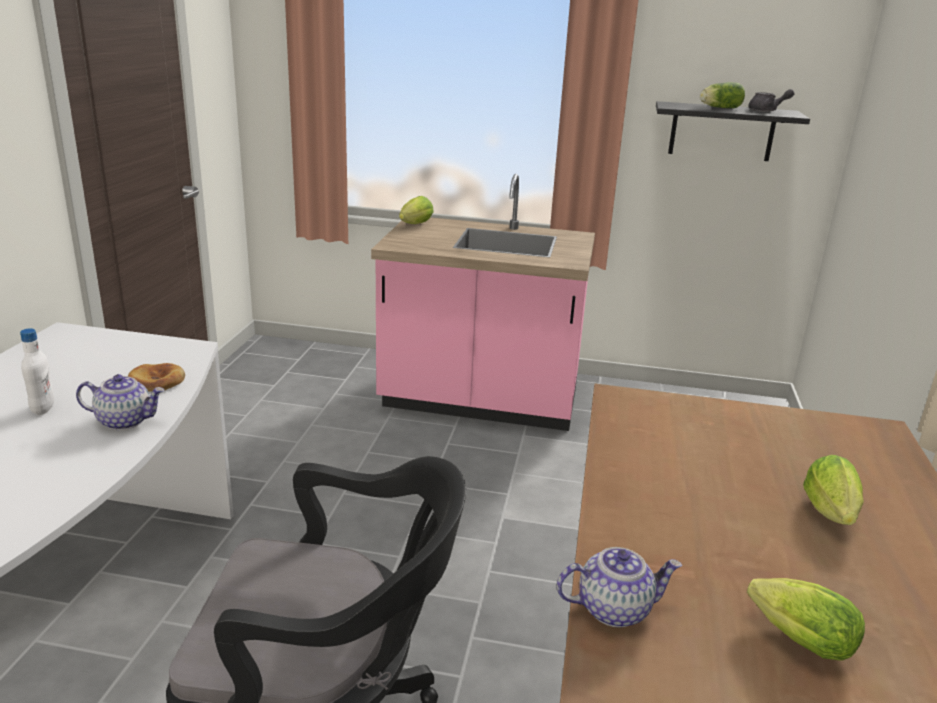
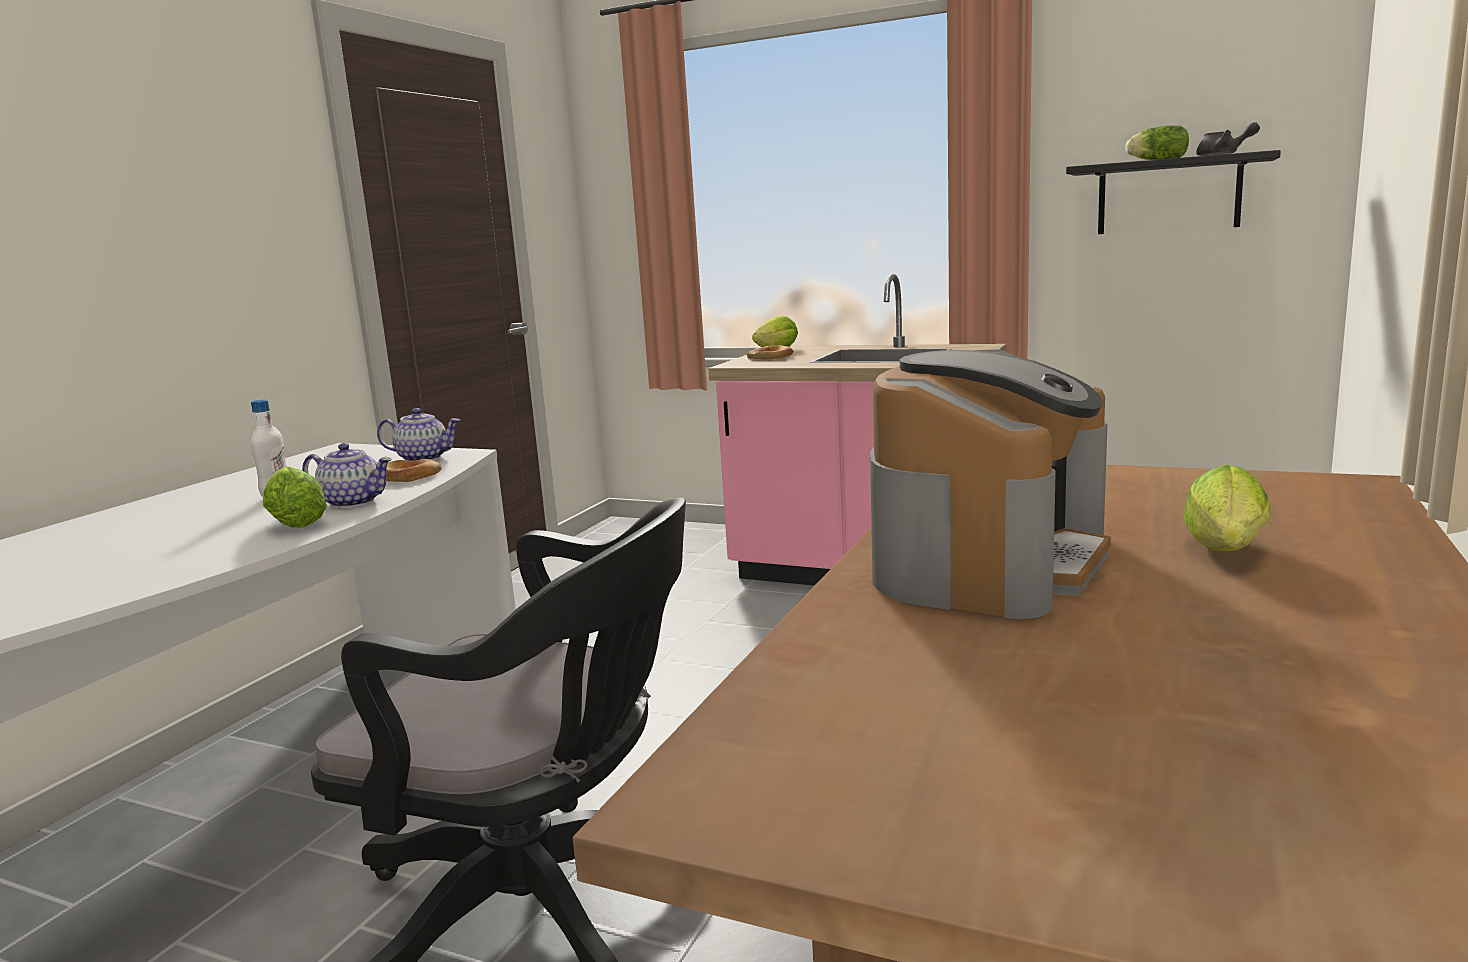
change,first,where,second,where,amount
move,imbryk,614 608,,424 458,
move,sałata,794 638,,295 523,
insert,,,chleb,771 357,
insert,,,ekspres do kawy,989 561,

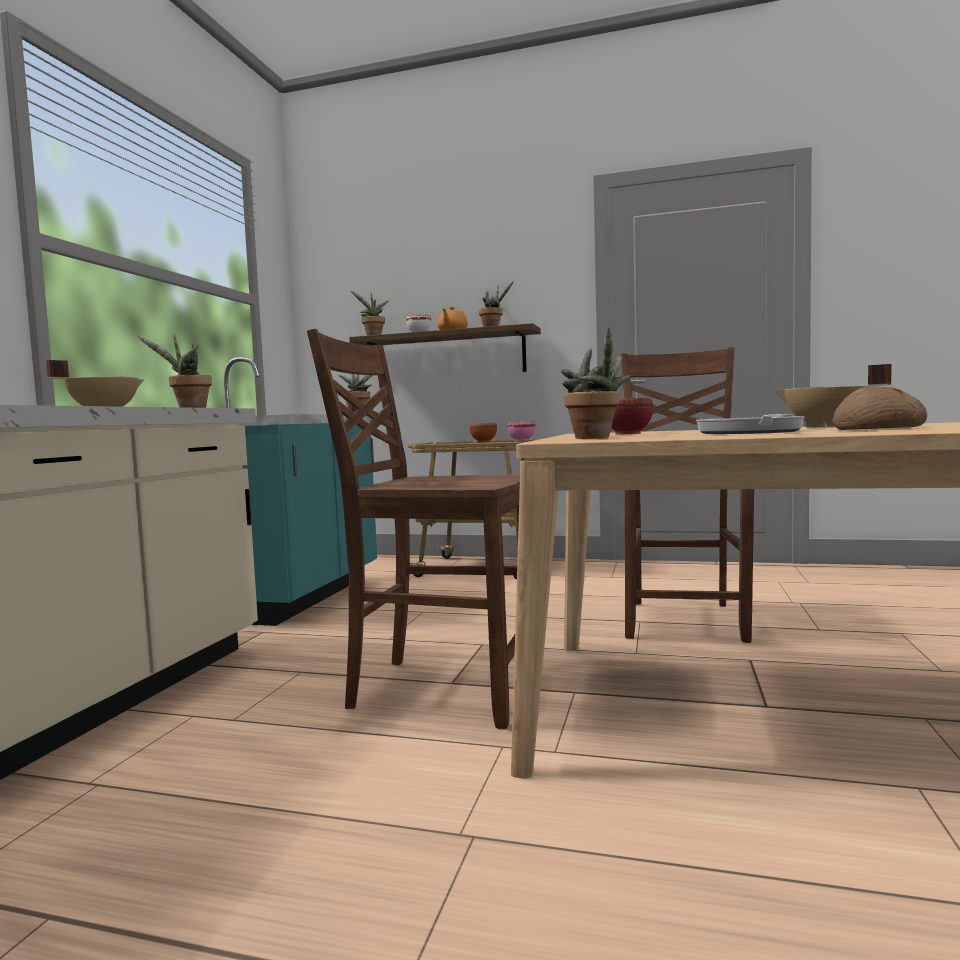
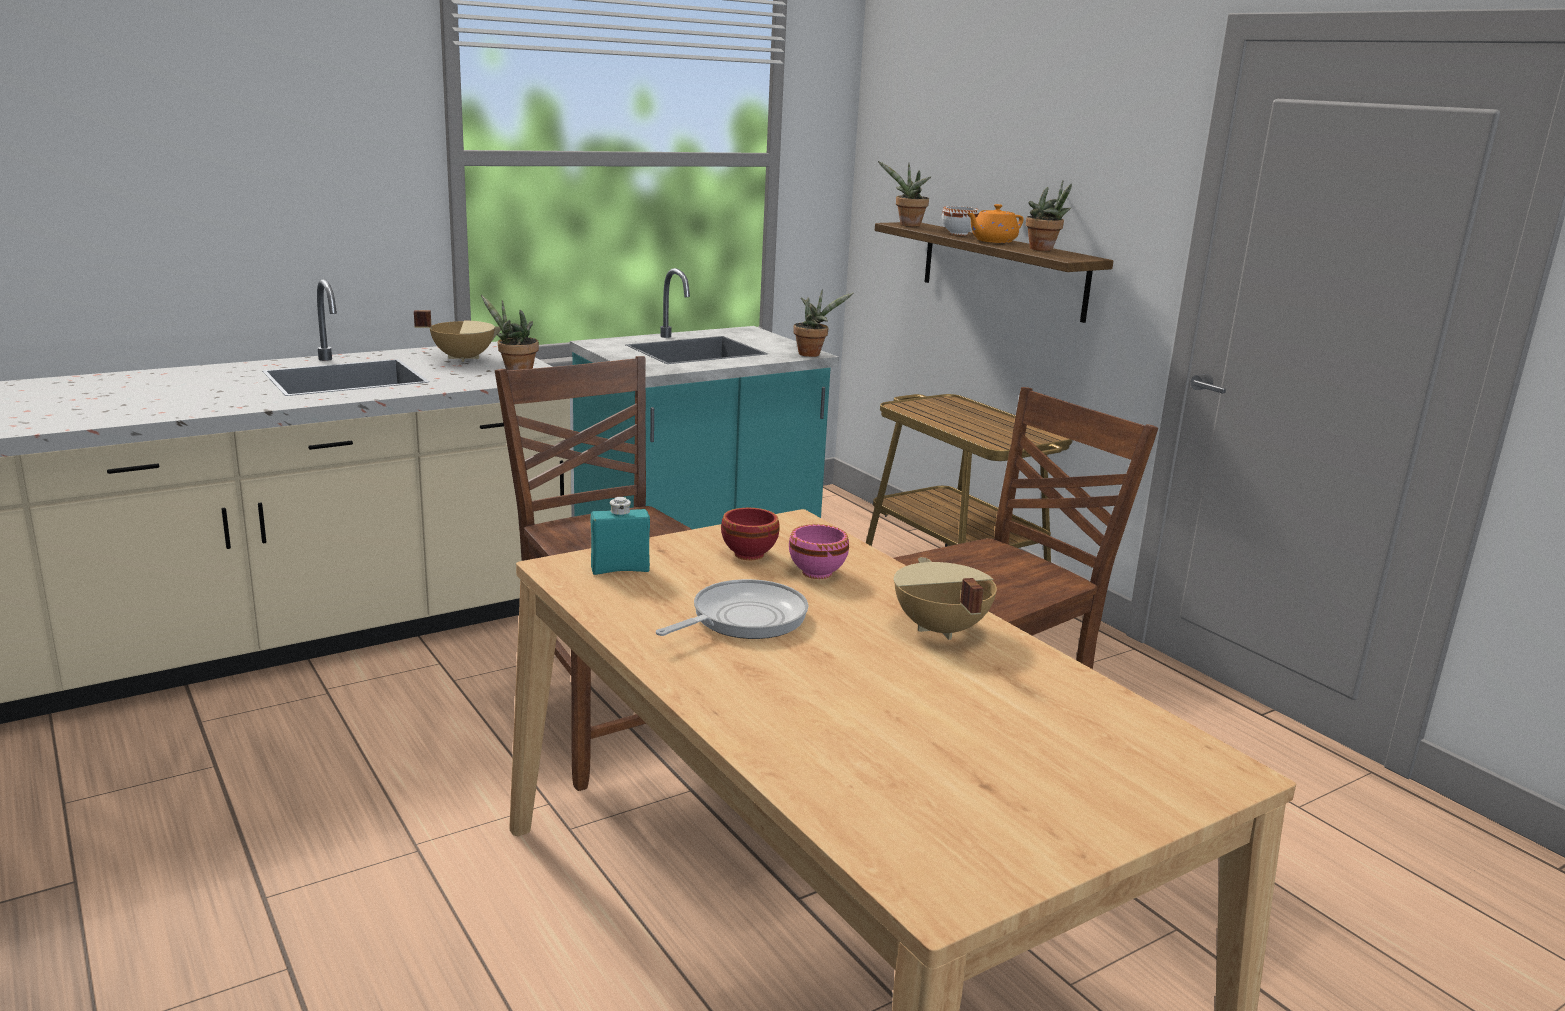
change,first,where,second,where,amount
delete,miska [brązowy],484 442,,,
move,miska [różowy],522 441,,818 573,
replace,roślina doniczkowa,596 438,butelka [turkusowy],620 569,
delete,chleb,878 429,,,

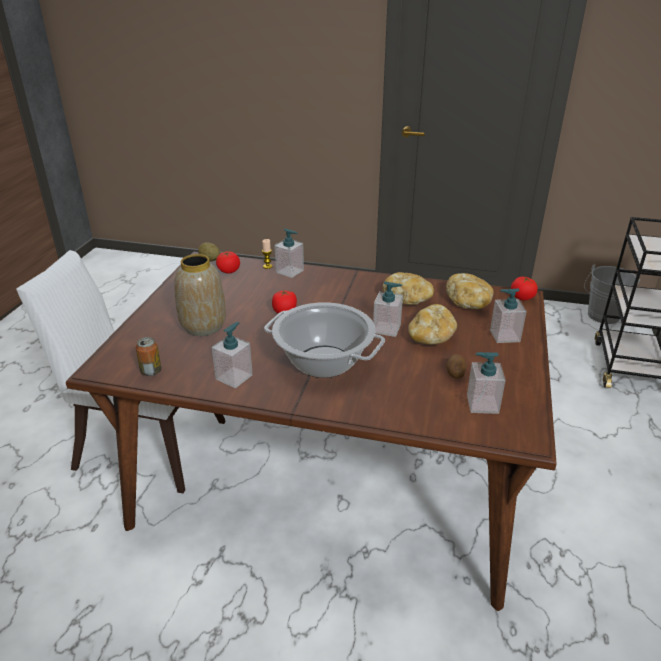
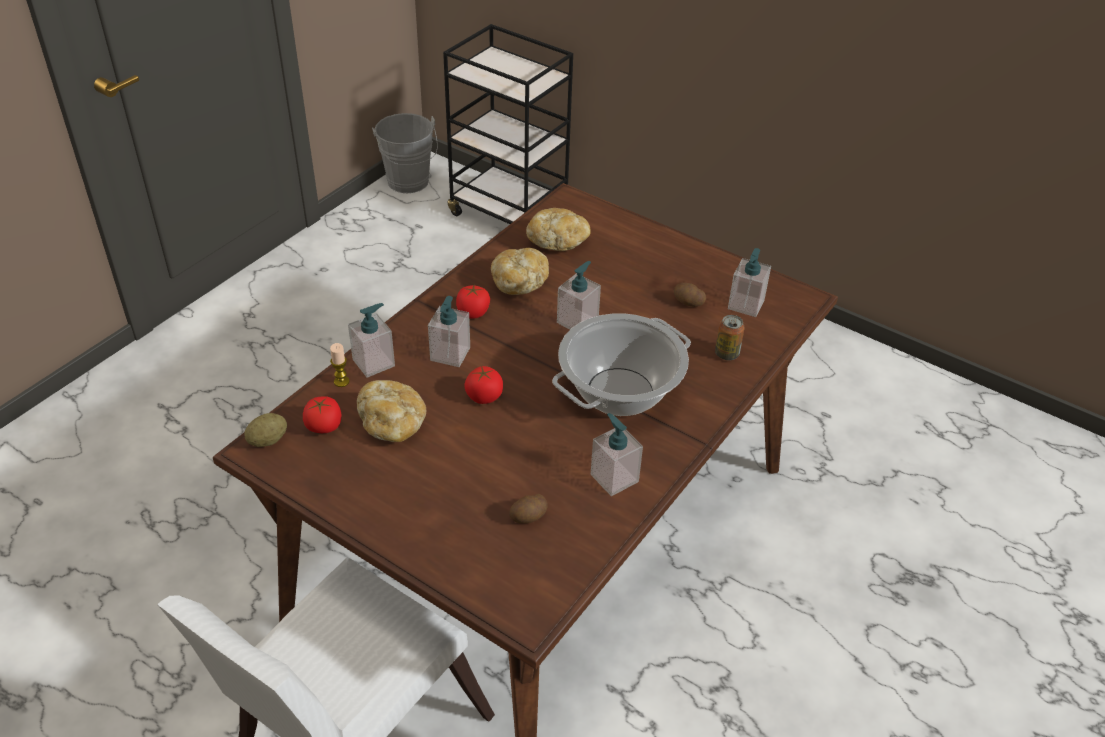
change,first,where,second,where,amount
move,puszka,151 371,,726 354,
delete,wazon,203 326,,,
move,chleb,431 337,,392 424,
move,dozownik mydła,504 336,,450 354,
move,pomidor,522 297,,473 312,
insert,,,ziemniak,529 517,

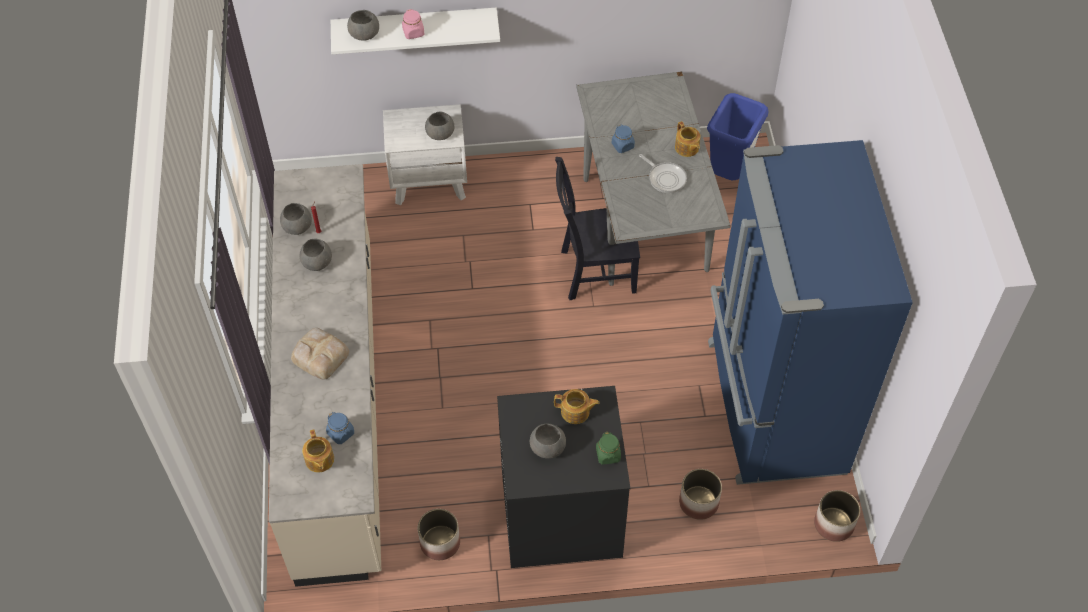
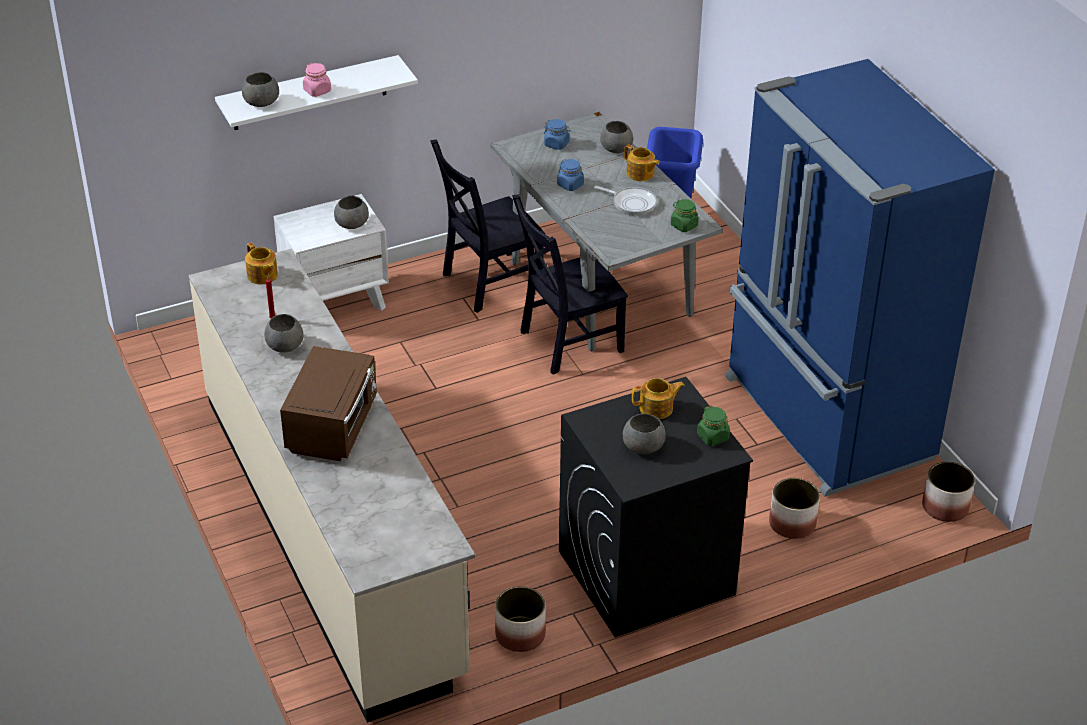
change,first,where,second,where,amount
move,miska [szary],297 227,,616 148,
replace,chleb,320 354,mikrofalówka [brązowy],333 427,
move,imbryk,319 460,,262 275,
move,słoik [niebieski],341 433,,556 144,
insert,,,krzesło [czarny],488 282,
insert,,,słoik [zielony],684 225,

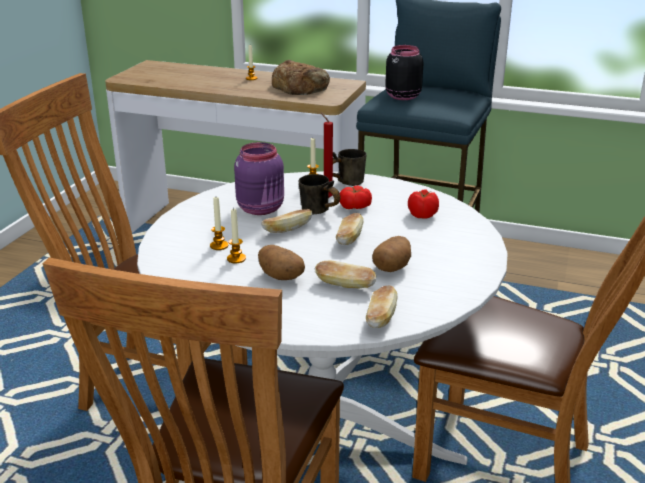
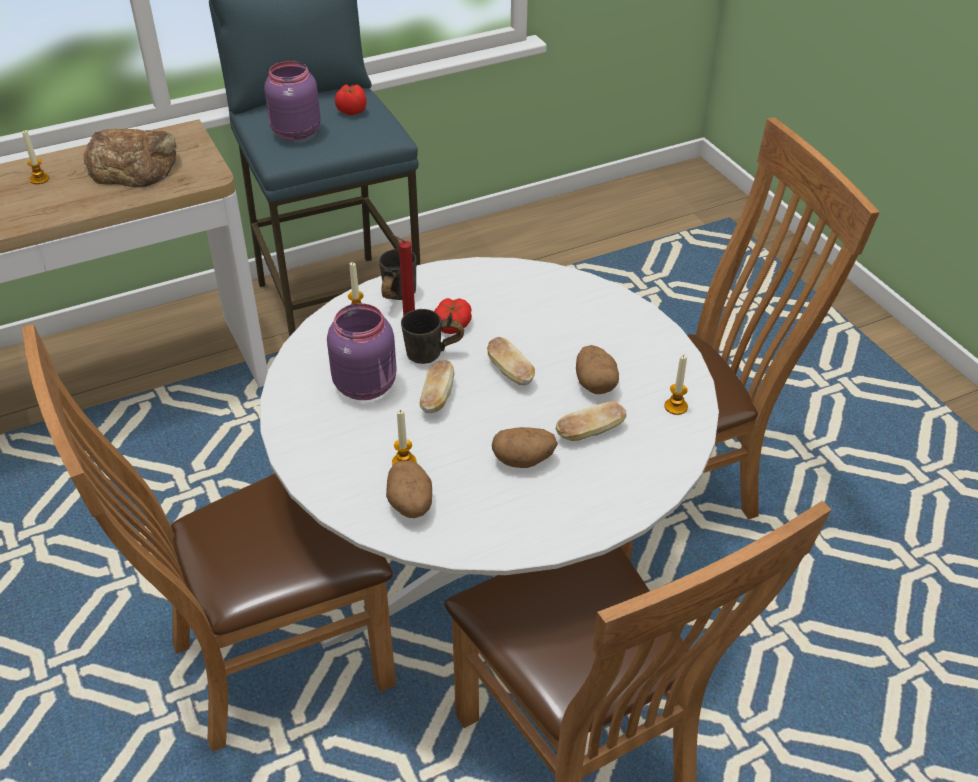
change,first,where,second,where,amount
move,świeca,236 258,,676 407,
delete,chleb,380 318,,,
recolor,słoik [czarny],401 96,słoik [fioletowy],294 133,
move,pomidor,422 215,,351 111,
insert,,,ziemniak,410 505,

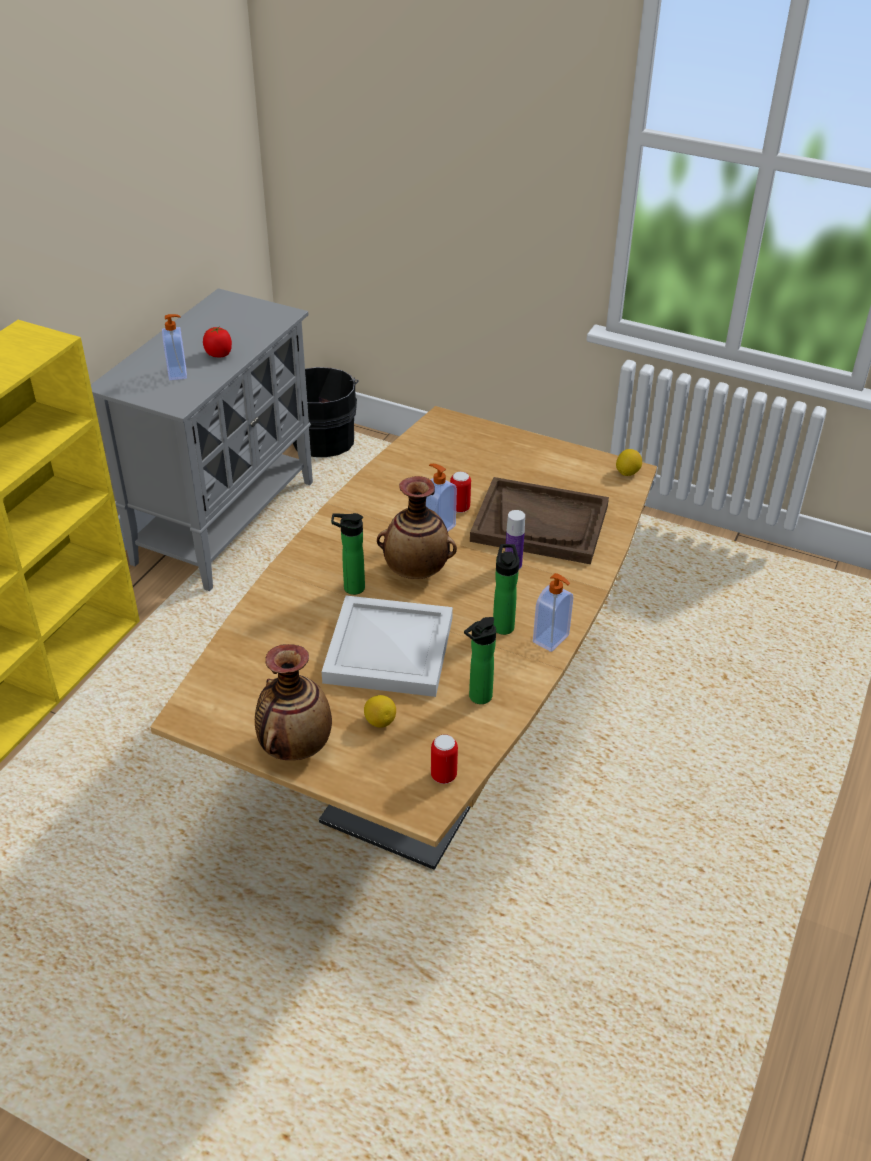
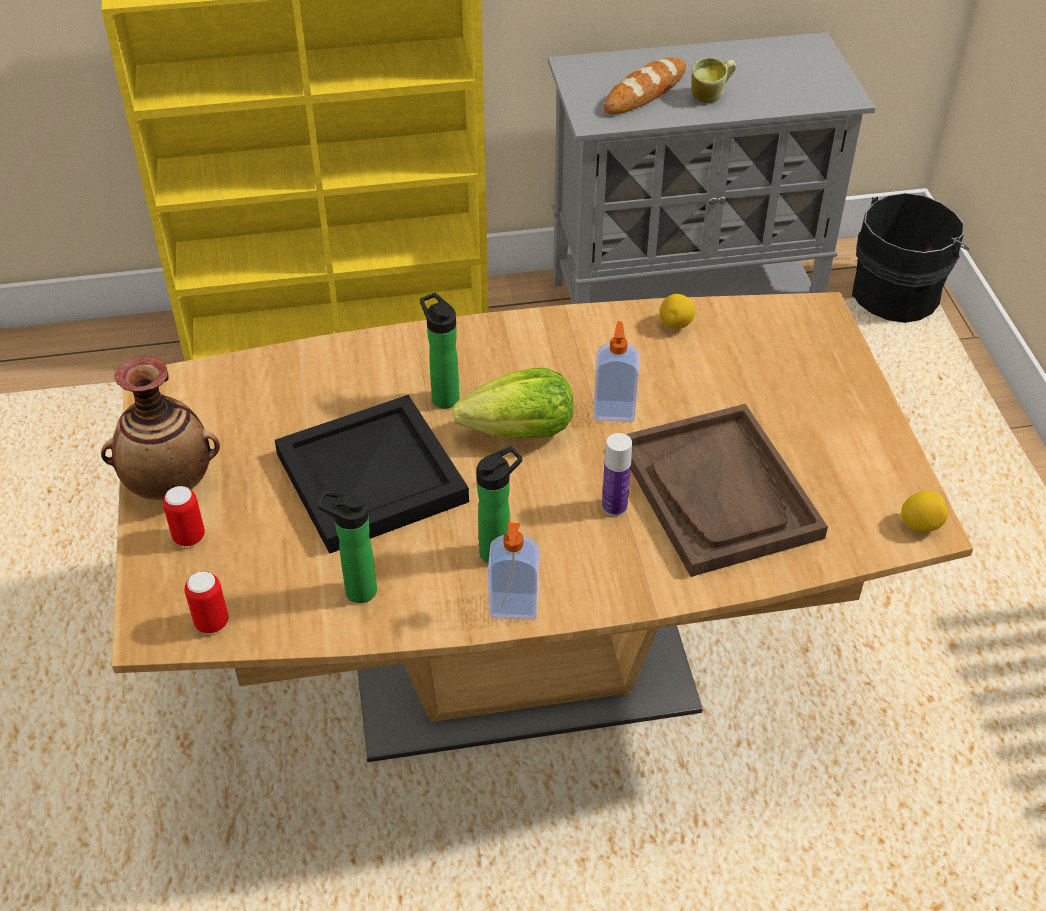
change,first,where,second,where,amount
replace,dozownik mydła,178 373,chleb,645 92,
replace,pomidor,219 354,kubek,711 97,
recolor,taca [biały],391 649,taca [czarny],374 478,
move,cytryna,380 721,,676 325,
replace,wazon,416 571,sałata,521 432,
move,puszka,459 508,,189 537,

